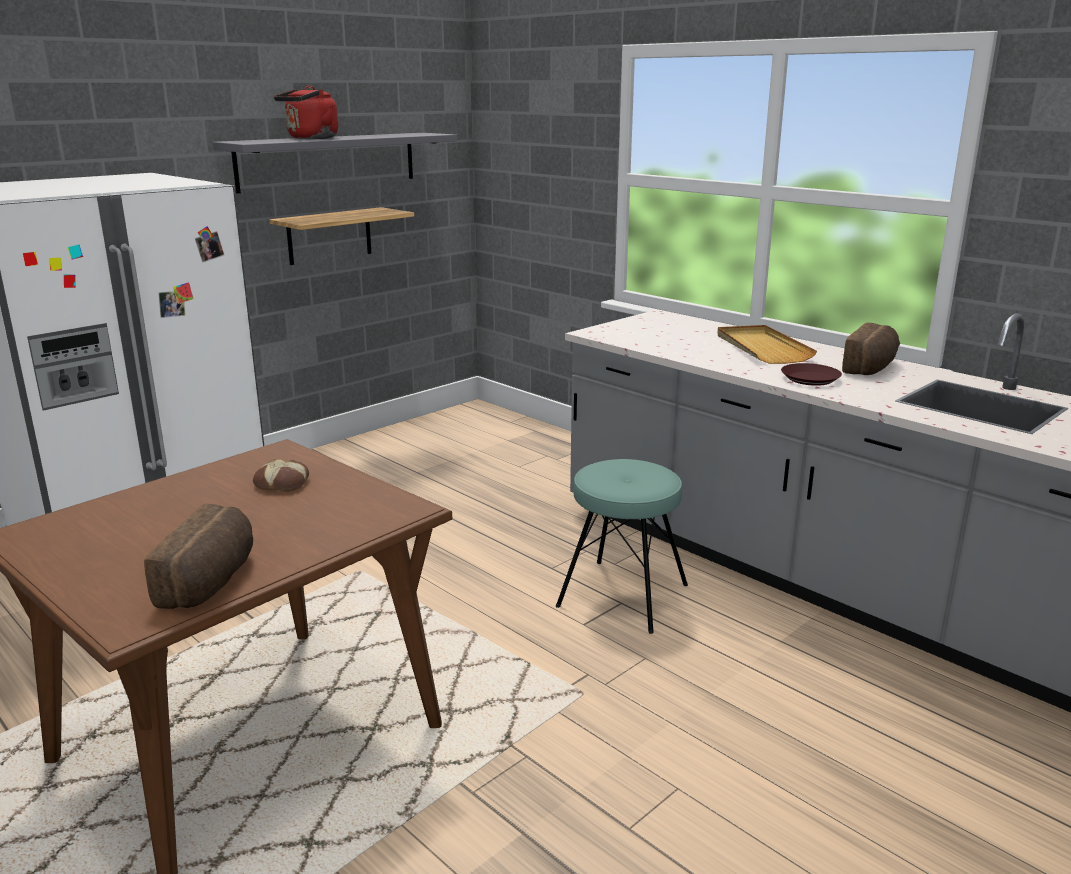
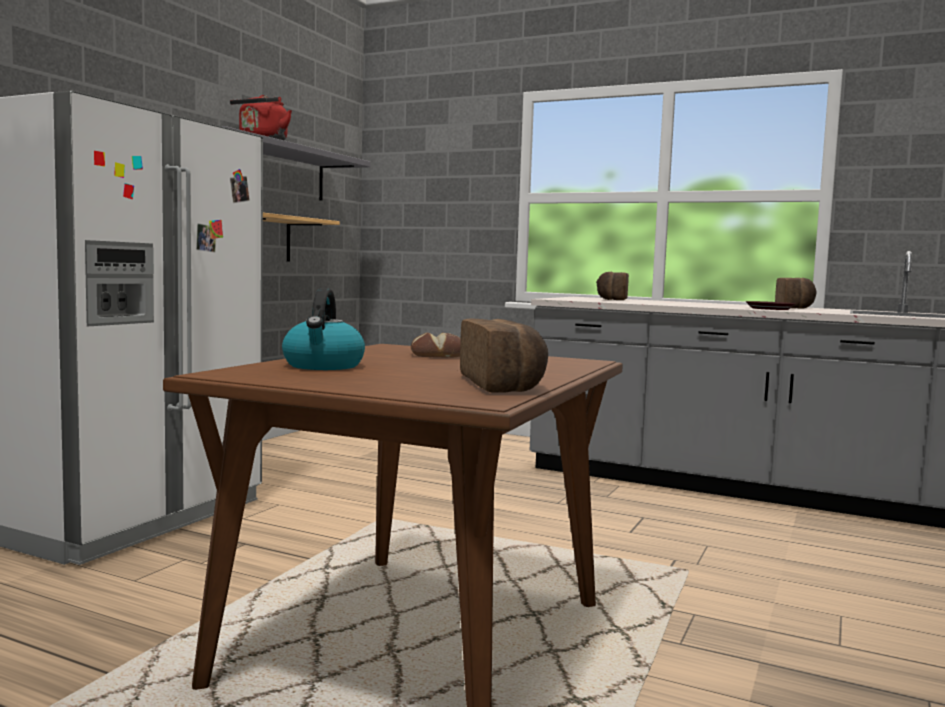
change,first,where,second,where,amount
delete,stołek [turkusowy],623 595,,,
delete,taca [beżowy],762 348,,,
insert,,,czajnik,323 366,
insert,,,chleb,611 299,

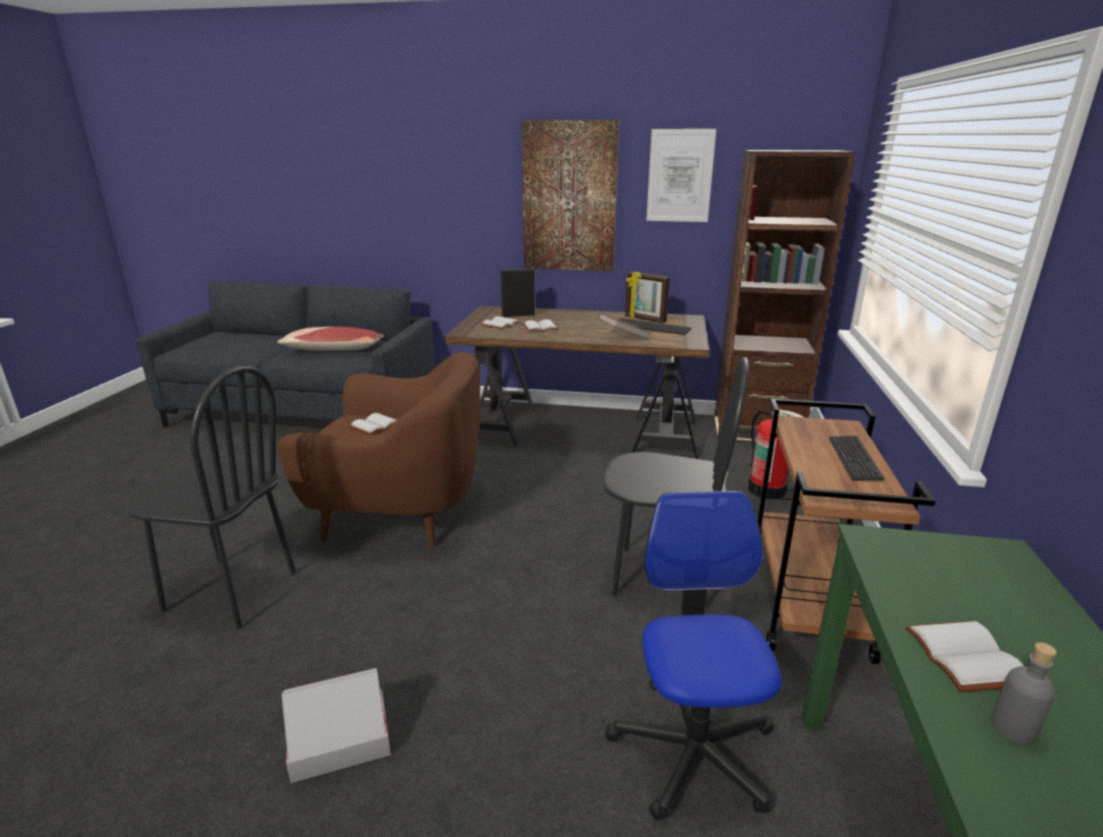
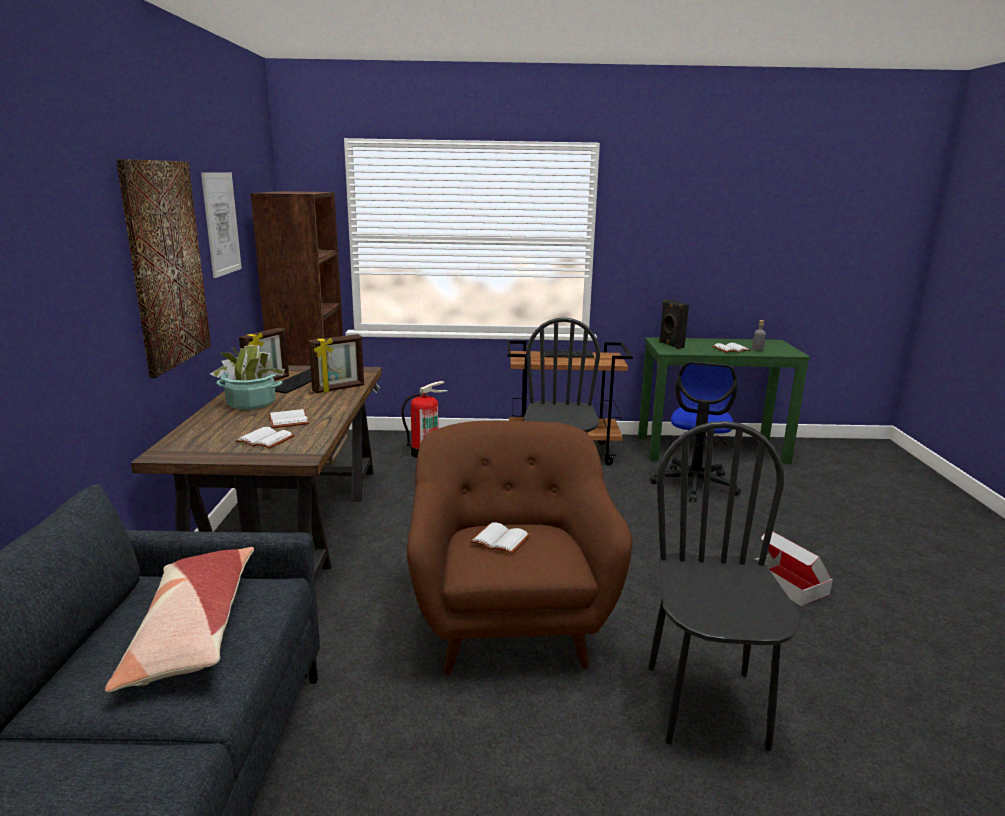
change,first,where,second,where,amount
move,głośnik [czarny],518 315,,670 345,
replace,książka [brązowy],623 337,ramka na zdjęcie,339 389,
rotate,krzesło biurowe,693 751,,694 484,60 degrees counterclockwise
insert,,,roślina doniczkowa,251 403,

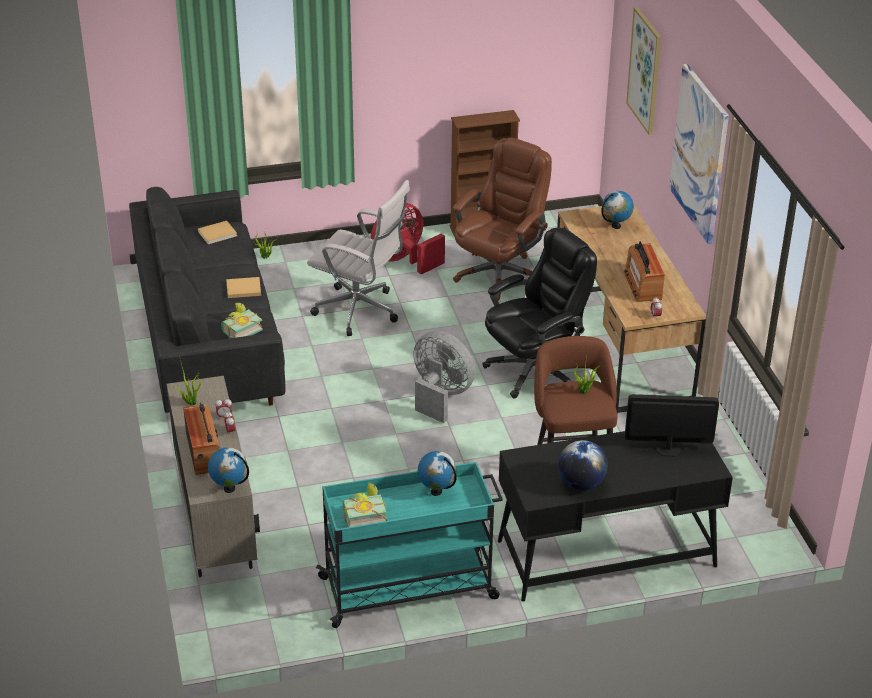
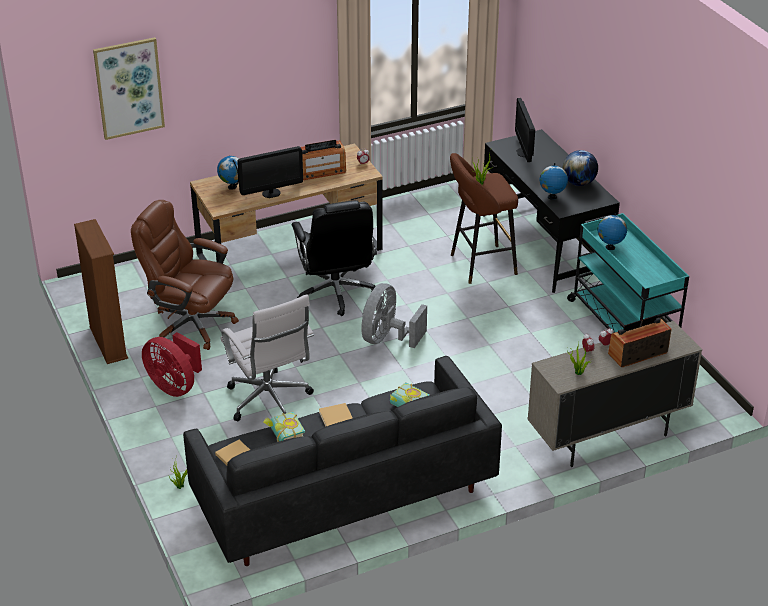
change,first,where,second,where,amount
move,globus,229 488,,552 197,
rotate,krzesło biurowe [biały],361 312,,270 402,135 degrees clockwise
move,książka,363 515,,283 437,
rotate,krzesło biurowe [czarny],534 369,,336 292,150 degrees counterclockwise
delete,obraz,700 153,,,
insert,,,monitor,271 193,

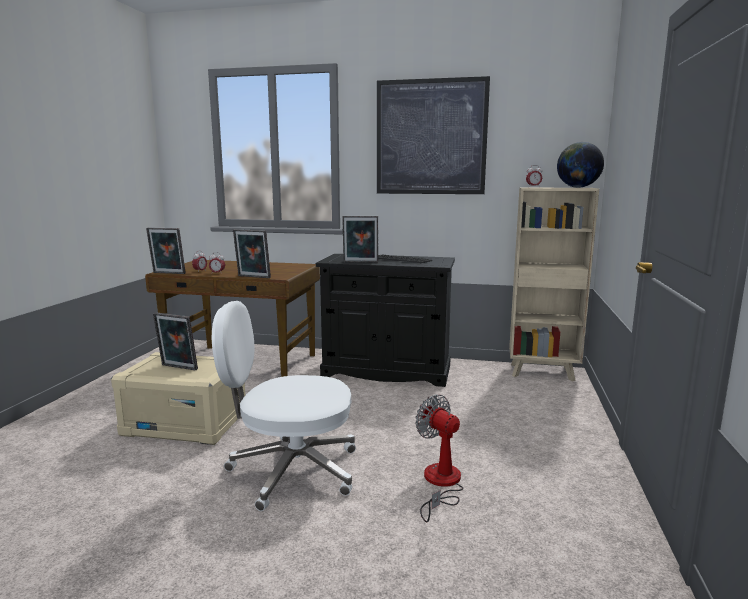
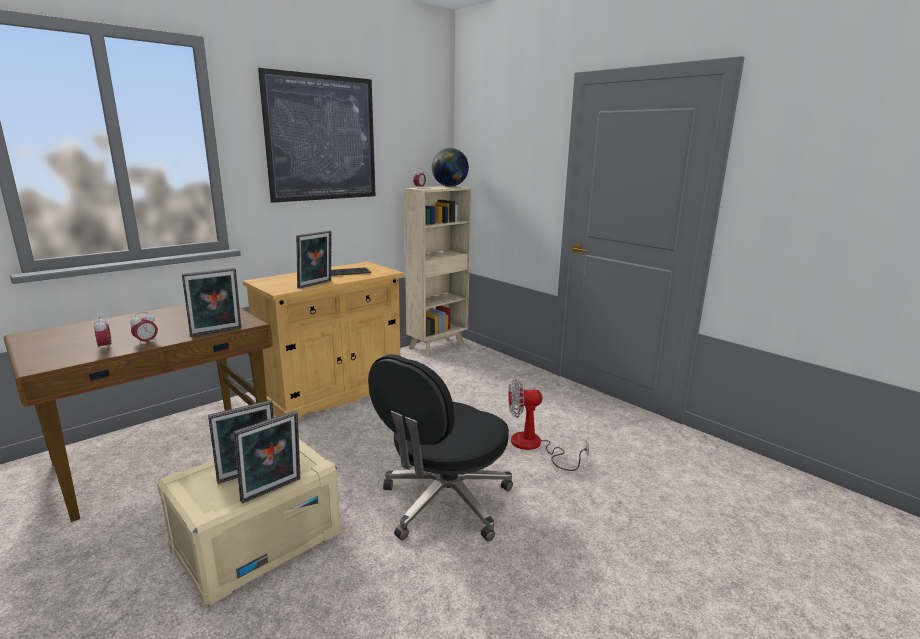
change,first,where,second,where,amount
move,ramka na zdjęcie,168 273,,273 491,
recolor,krzesło biurowe [biały],291 470,krzesło biurowe [czarny],444 503,
recolor,szafka [czarny],386 371,szafka [beżowy],333 392,

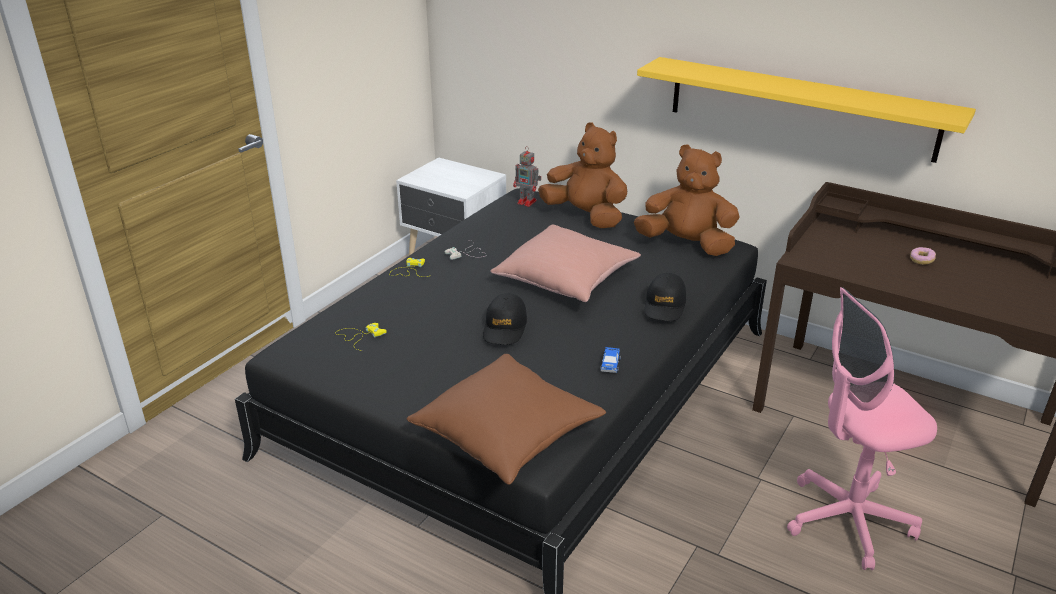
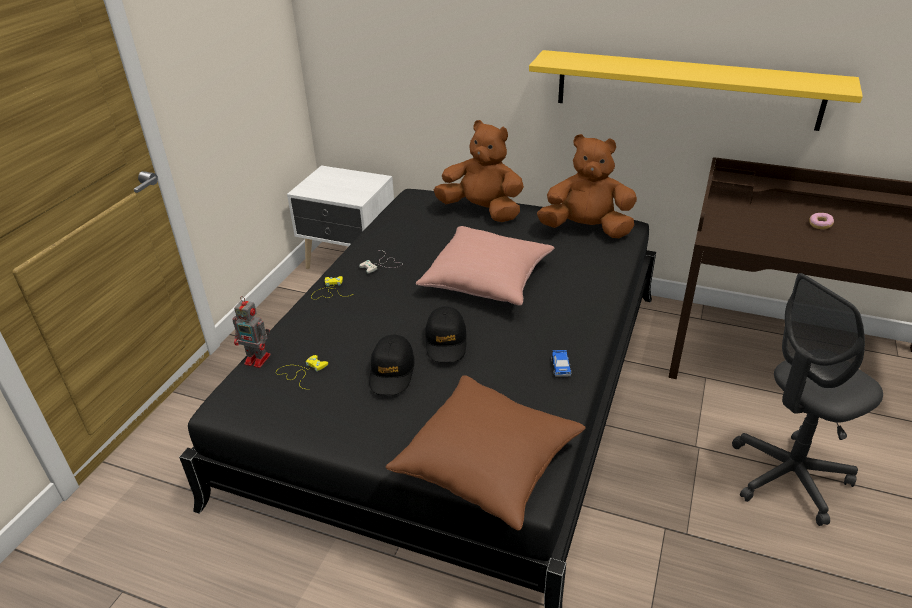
change,first,where,second,where,amount
move,robot zabawkowy,527 202,,258 359,
move,czapka z daszkiem [czarny],665 305,,392 372,
recolor,krzesło biurowe [różowy],848 521,krzesło biurowe [szary],788 477,

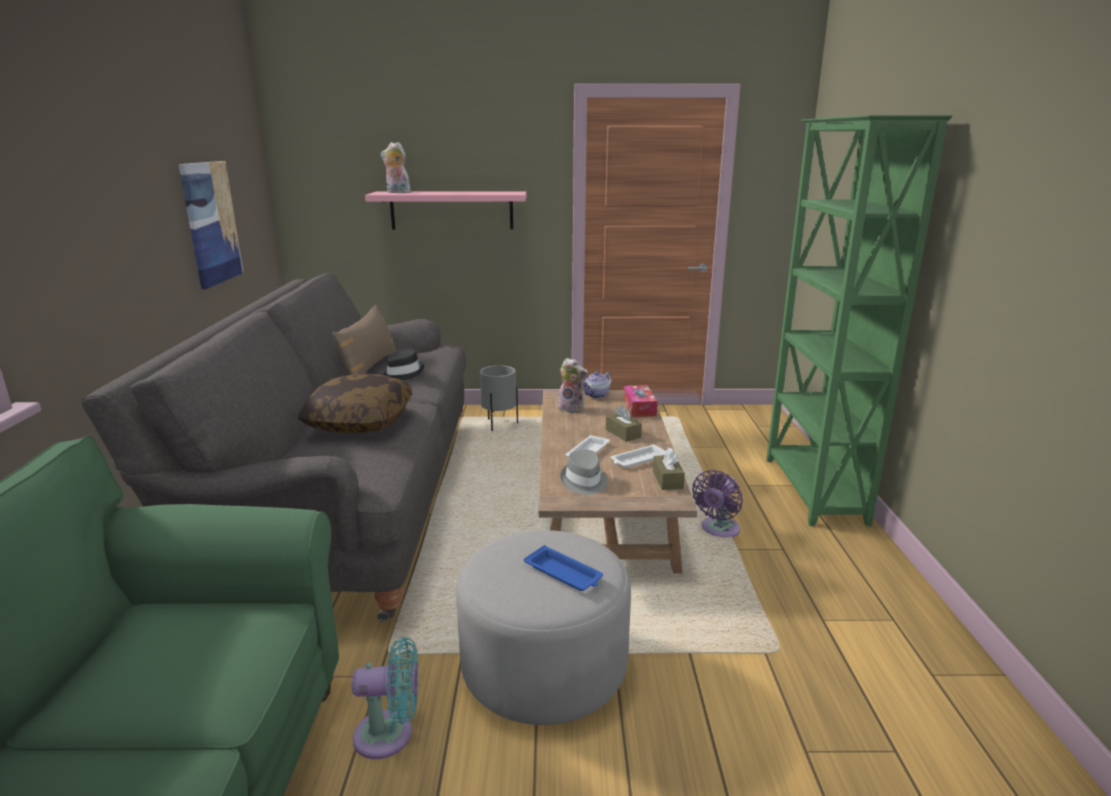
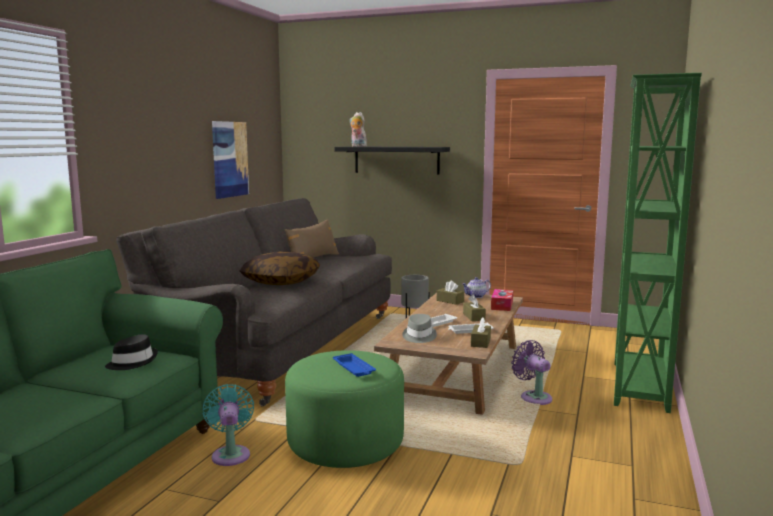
change,first,where,second,where,amount
rotate,wentylator [turkusowy],390 734,,231 454,120 degrees counterclockwise
recolor,półka [różowy],451 210,półka [czarny],396 160,
move,kapelusz [czarny],402 374,,132 362,
recolor,pufa [szary],544 667,pufa [zielony],346 443,
replace,pluszak,572 408,pudełko chusteczek [brązowy],450 301,
rotate,wentylator [fioletowy],718 530,,533 397,90 degrees clockwise

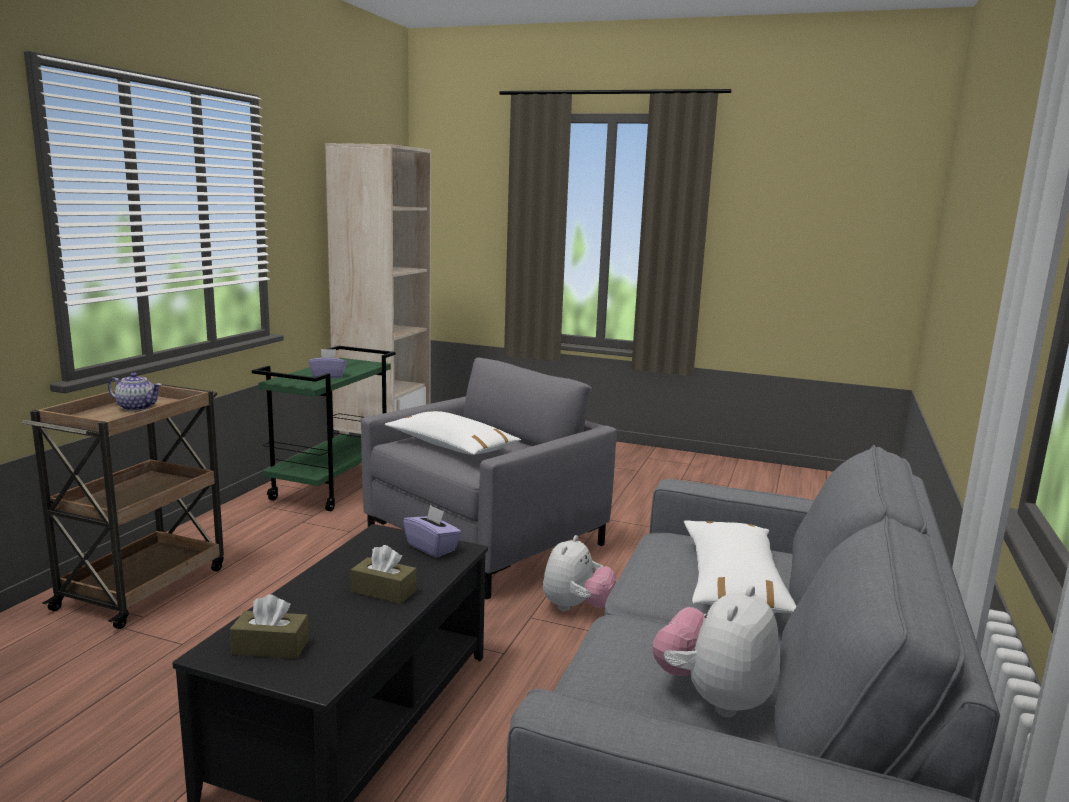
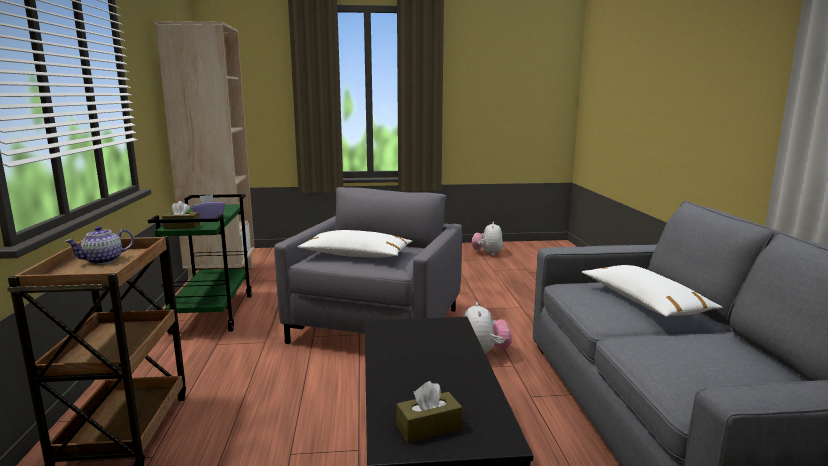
change,first,where,second,where,amount
rotate,imbryk,137 407,,103 260,150 degrees clockwise
move,pudełko chusteczek [brązowy],384 591,,182 226,
delete,pudełko chusteczek [fioletowy],432 547,,,
move,pluszak,714 698,,487 253,

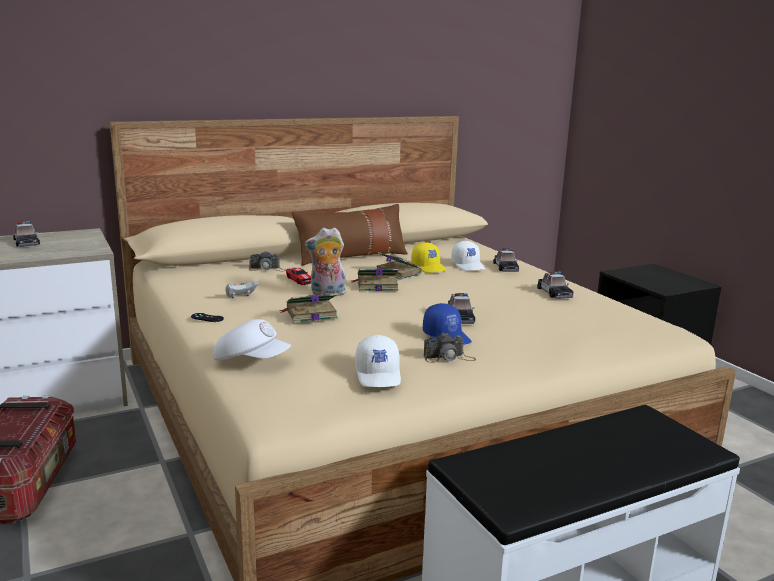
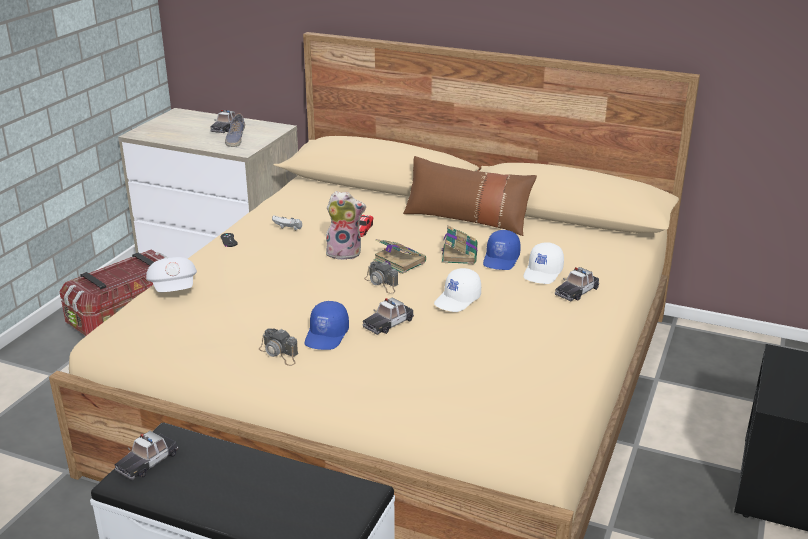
change,first,where,second,where,amount
move,aparat fotograficzny,267 269,,382 283,
delete,książka,310 314,,,
rotate,pluszak,327 294,,345 253,135 degrees clockwise
move,czapka z daszkiem [biały],379 375,,458 300,
recolor,czapka z daszkiem [żółty],429 267,czapka z daszkiem [niebieski],501 260,
move,samochodzik,554 293,,147 461,
insert,,,but,235 139,

